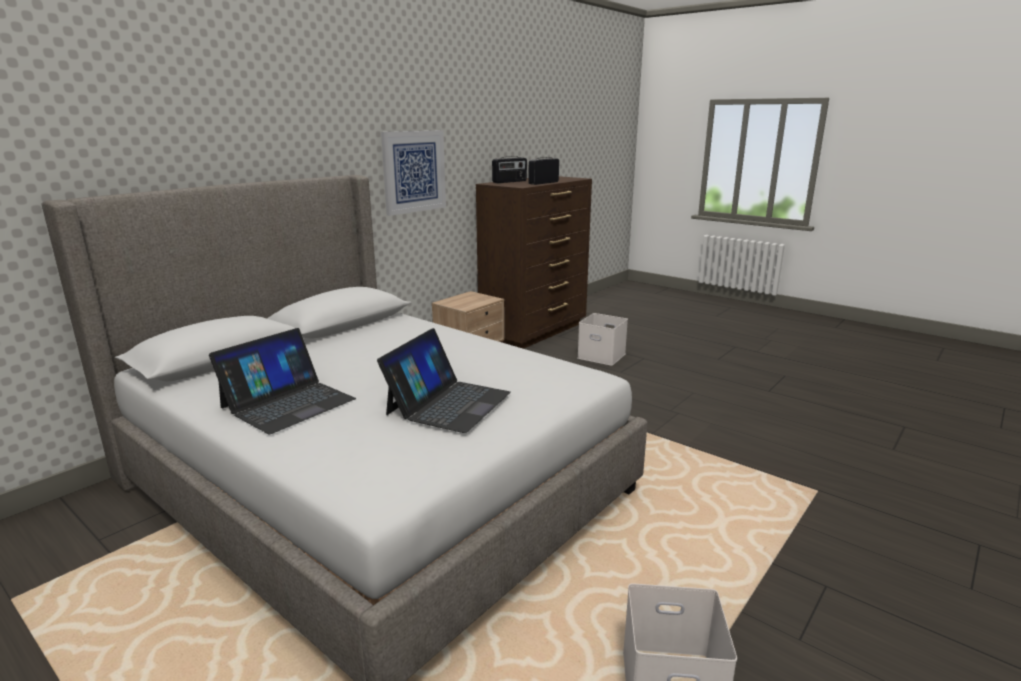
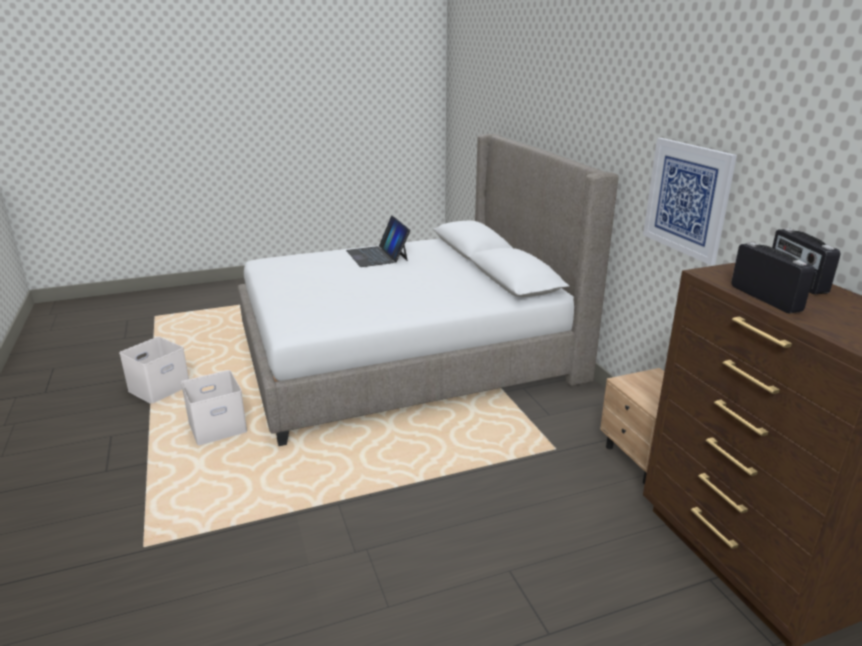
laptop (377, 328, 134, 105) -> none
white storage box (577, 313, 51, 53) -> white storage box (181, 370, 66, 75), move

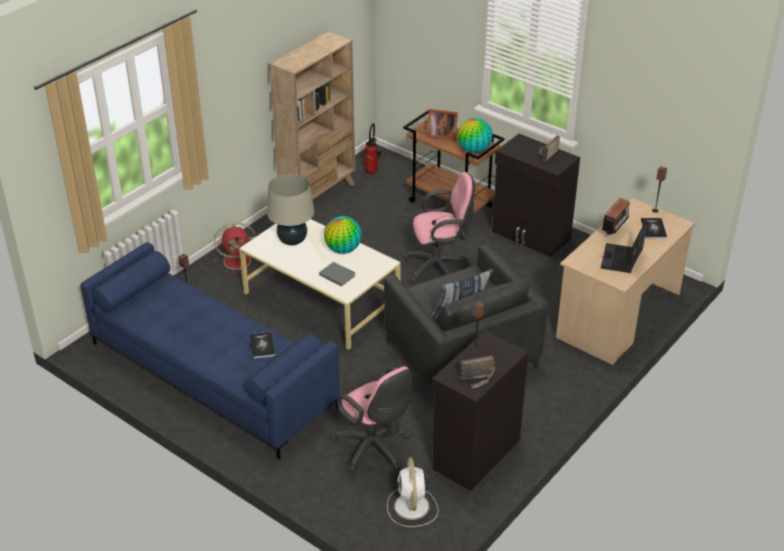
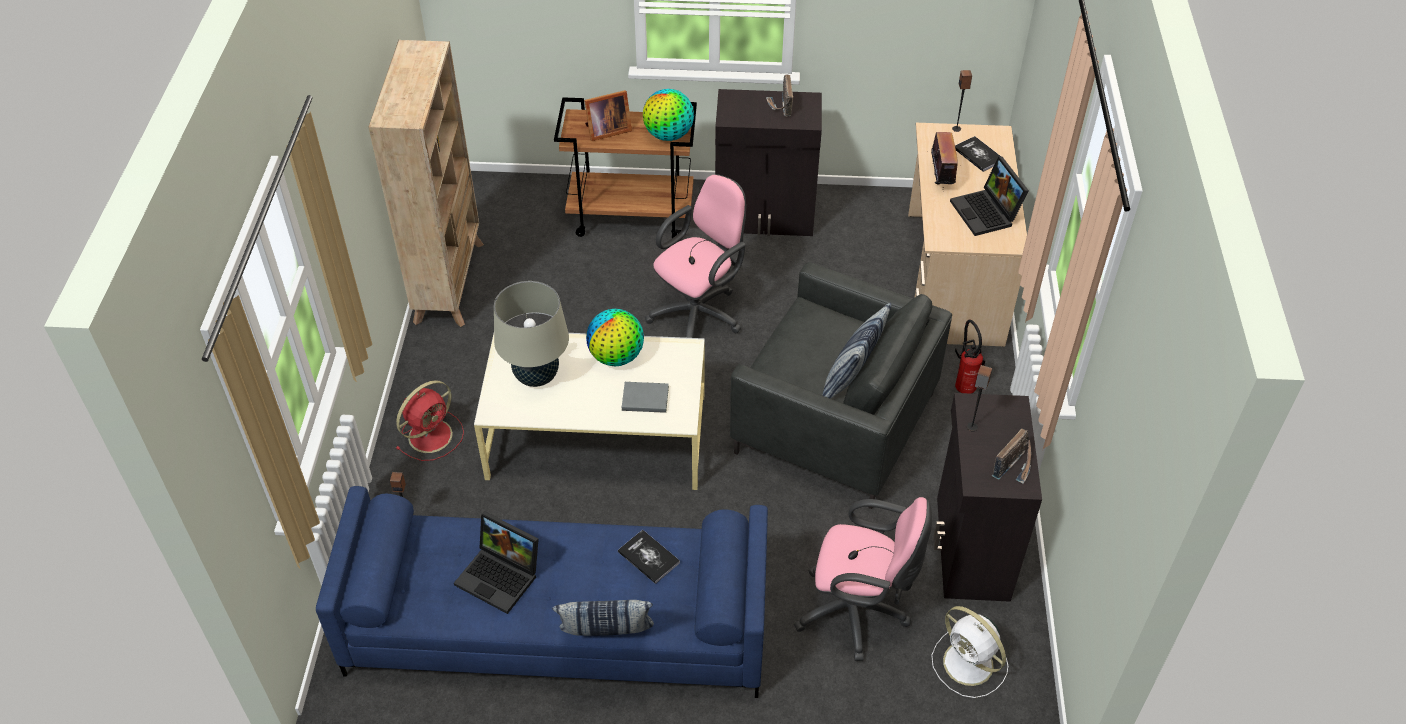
none -> laptop (454, 511, 85, 103)
none -> pillow (552, 600, 102, 36)
fire extinguisher (365, 123, 16, 51) -> fire extinguisher (955, 320, 30, 74), move

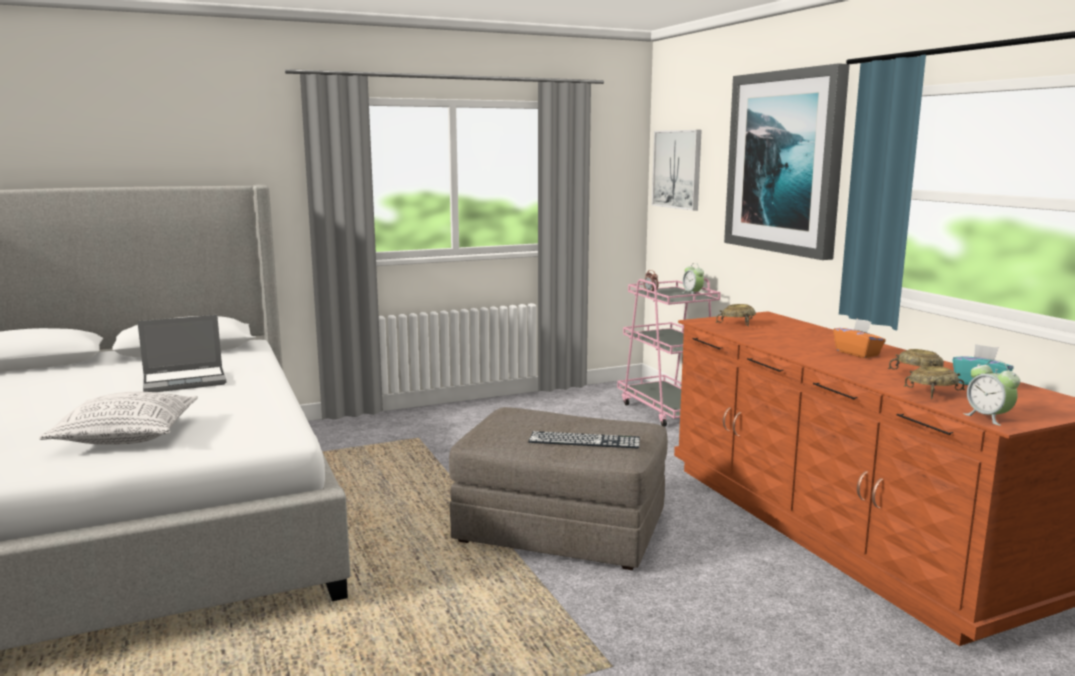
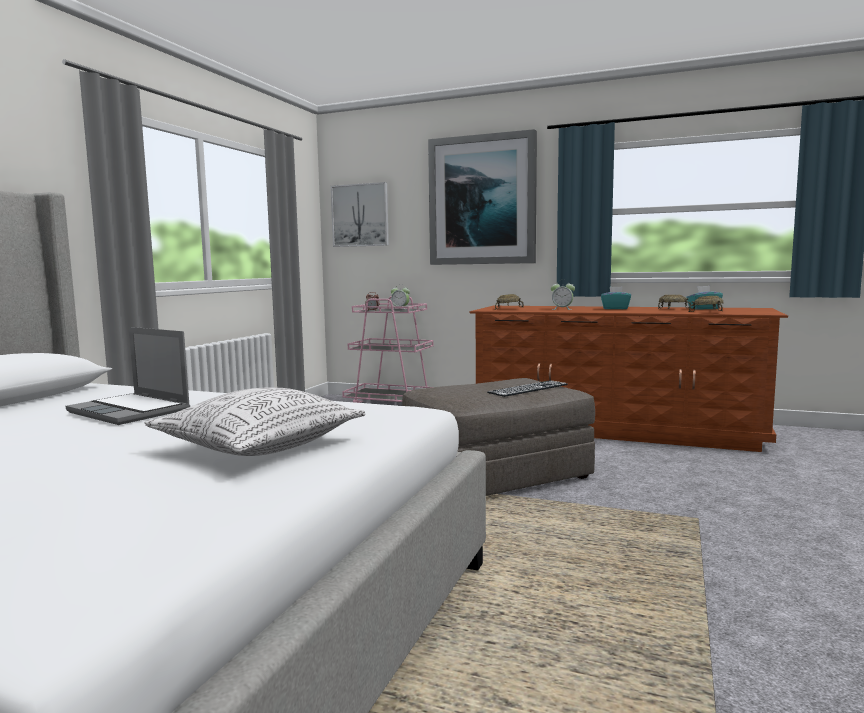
alarm clock (963, 360, 57, 66) -> alarm clock (551, 280, 24, 30), move
orange tissue box (833, 319, 53, 39) -> turquoise tissue box (601, 287, 30, 22)
laptop (137, 315, 89, 77) -> laptop (66, 327, 124, 98), 105 degrees clockwise

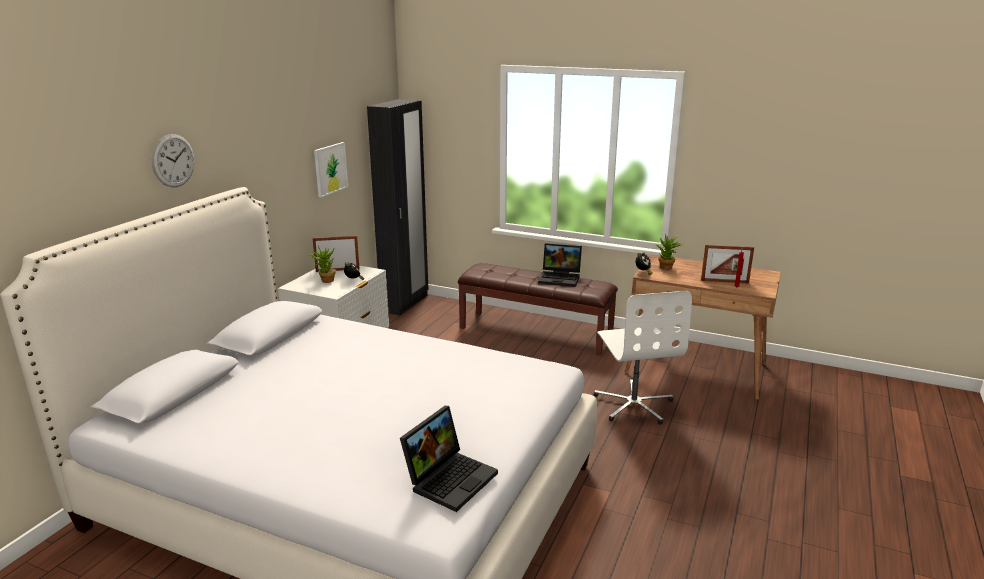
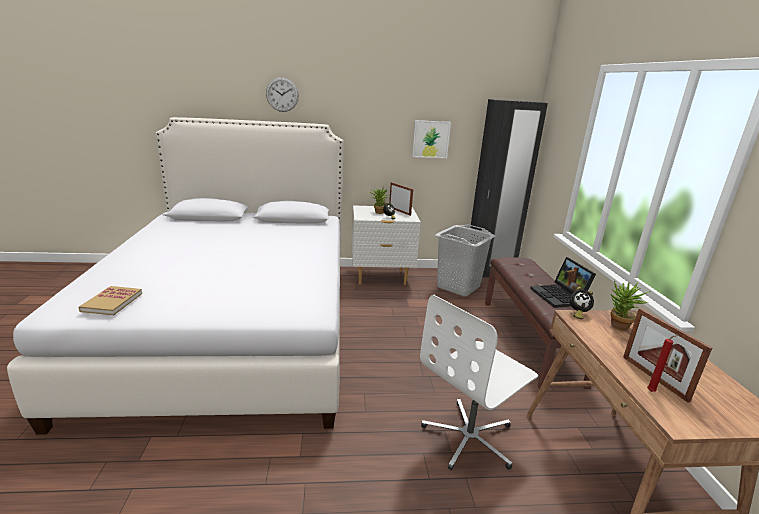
none -> grey laundry basket (435, 224, 60, 72)
laptop (400, 406, 98, 106) -> book (78, 286, 64, 29)

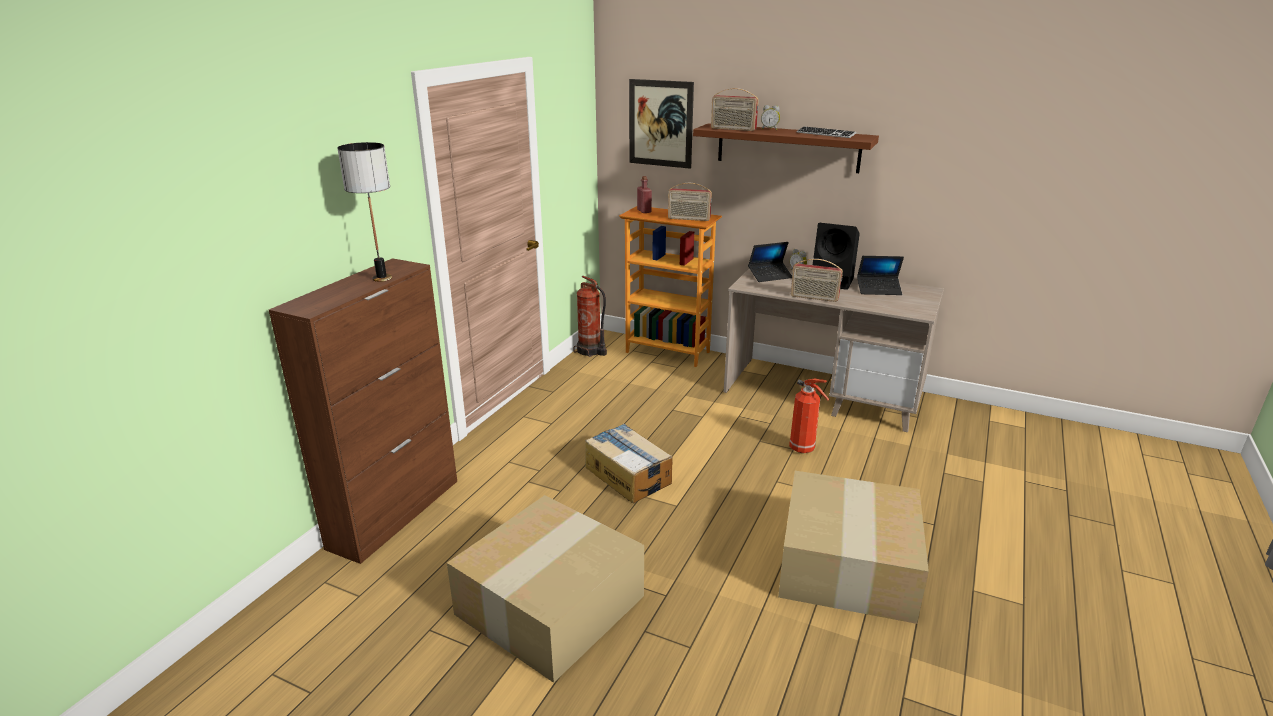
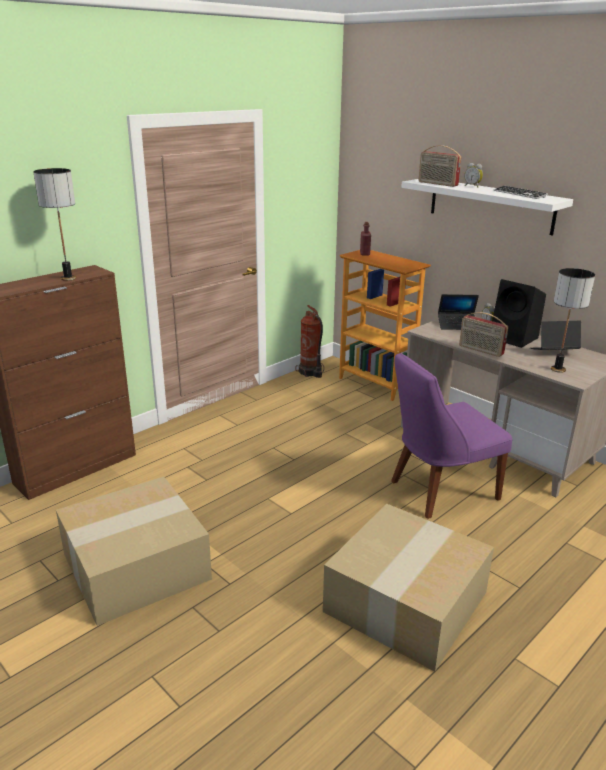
cardboard box (585, 424, 87, 79) -> none
picture (629, 79, 65, 90) -> none
radio (668, 183, 44, 38) -> none
none -> table lamp (551, 268, 44, 105)
fire extinguisher (789, 378, 40, 75) -> purple chair (391, 353, 121, 166)
brown shelf (693, 123, 186, 50) -> white shelf (401, 179, 172, 57)
laptop (857, 256, 47, 39) -> laptop (530, 321, 51, 29), 150 degrees clockwise

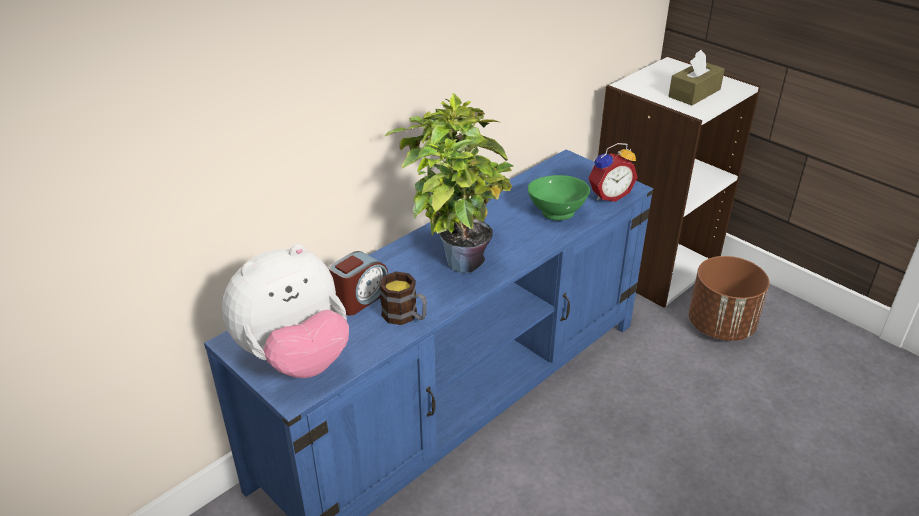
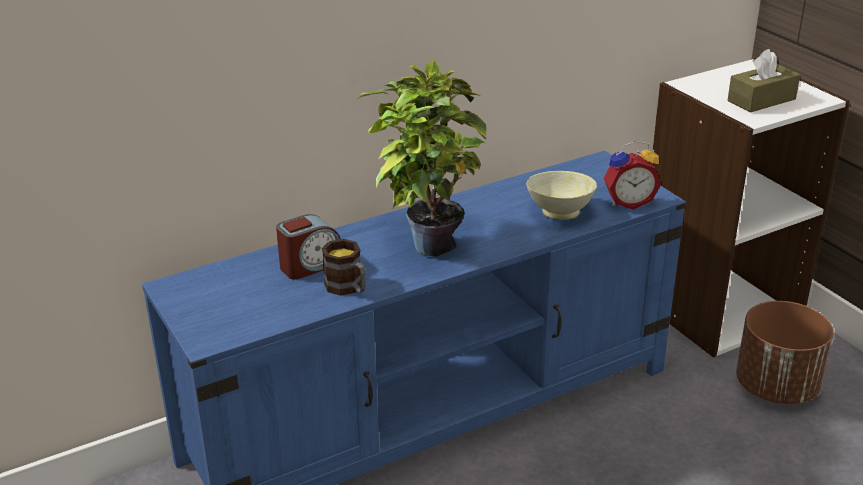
plush toy (222, 244, 127, 134) -> none
green bowl (528, 175, 62, 45) -> beige bowl (526, 171, 71, 49)

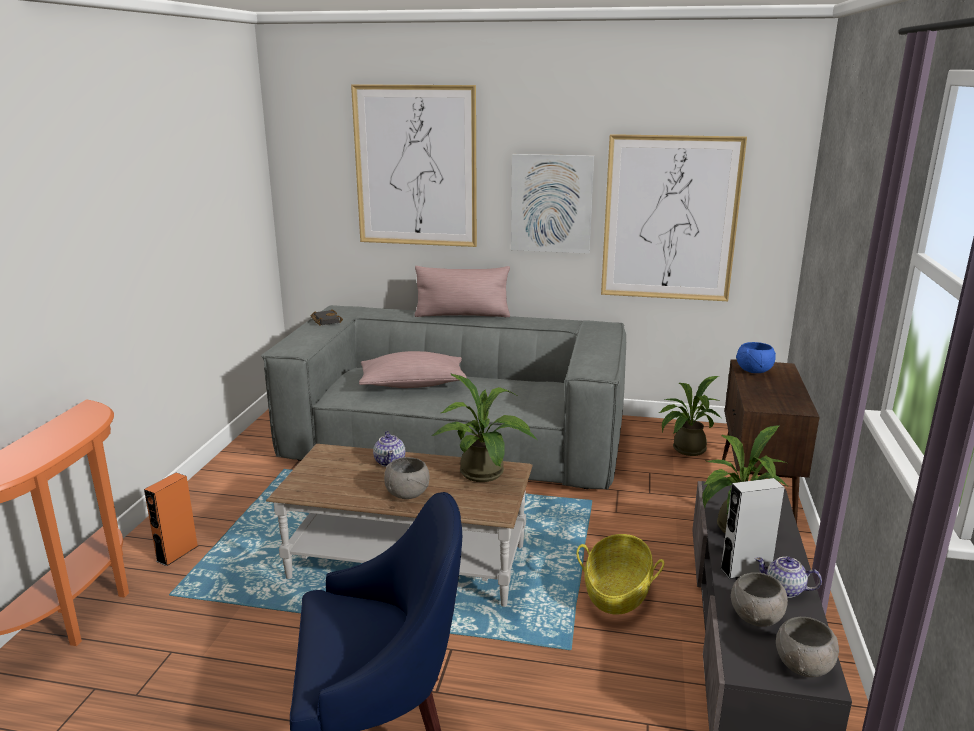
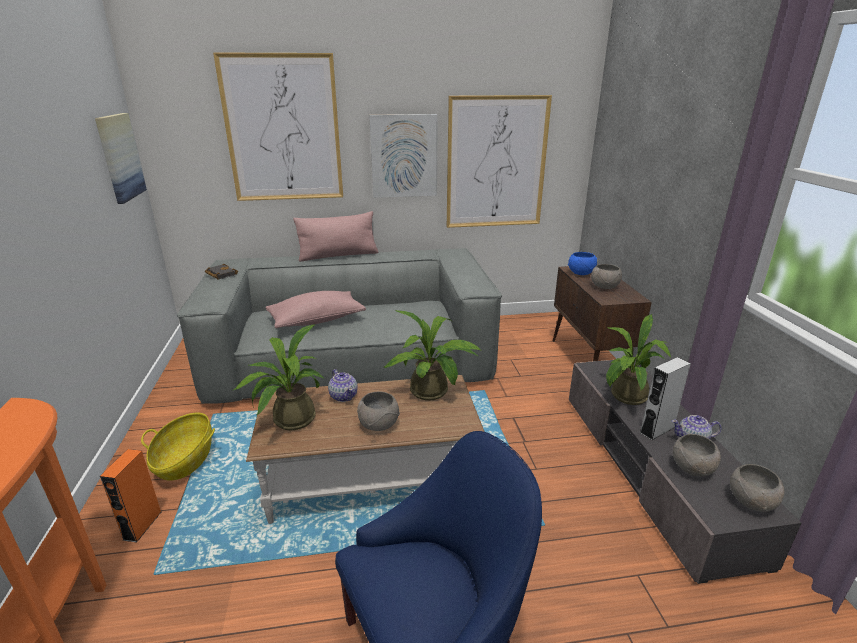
none -> picture (95, 113, 52, 91)
none -> grey bowl (591, 264, 31, 25)
basket (577, 534, 87, 81) -> basket (141, 413, 74, 68), move
potted plant (659, 376, 62, 80) -> potted plant (234, 324, 90, 106), move

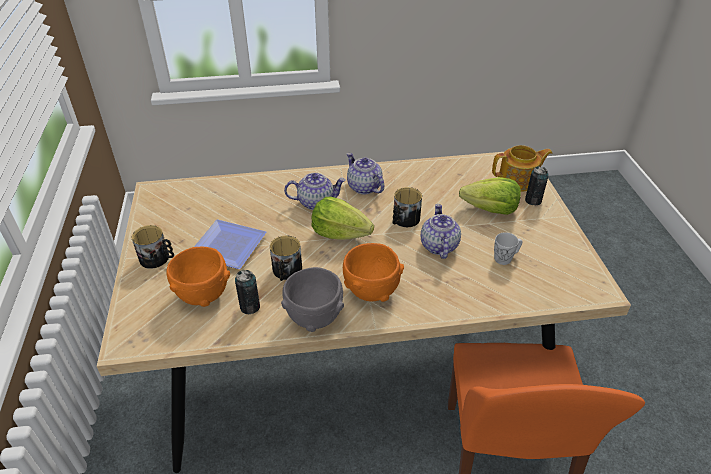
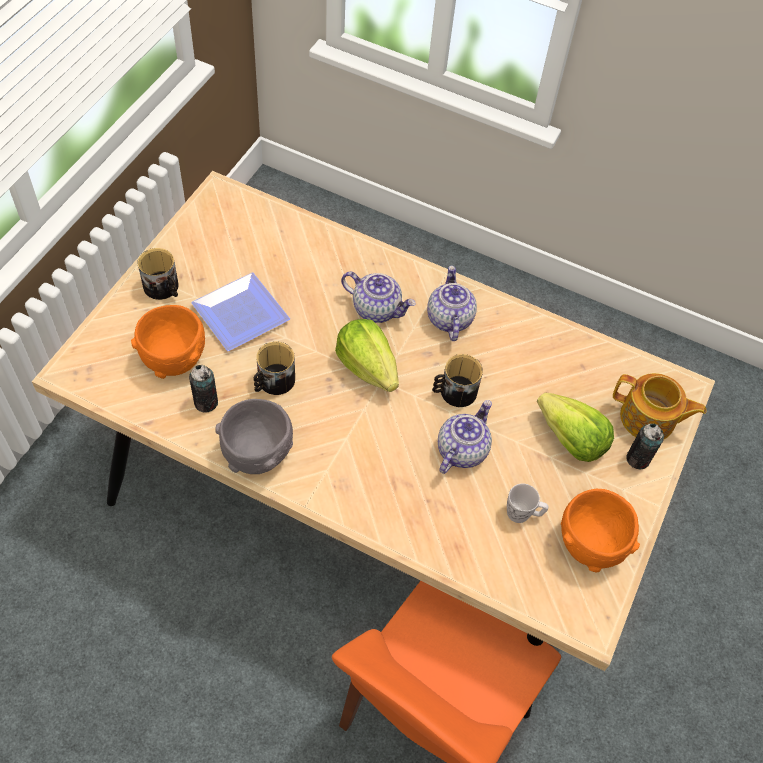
orange bowl (343, 243, 61, 59) -> orange bowl (561, 489, 79, 83), move

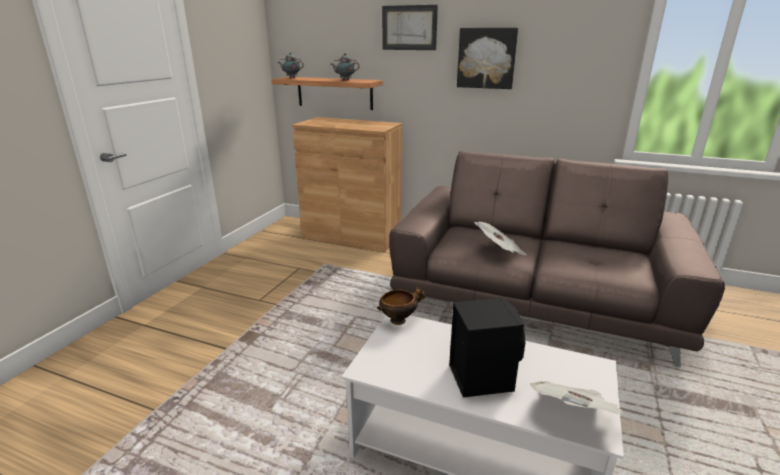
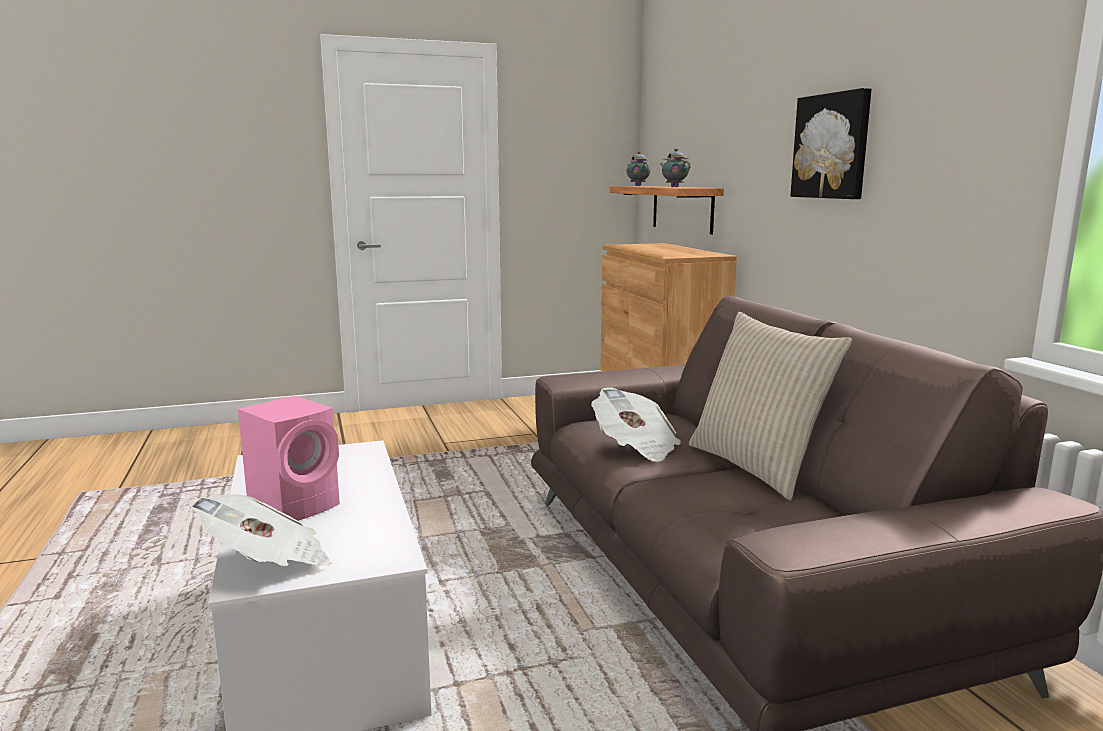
bowl (377, 286, 49, 39) -> none
picture (382, 5, 56, 45) -> none
none -> beige pillow (689, 312, 163, 189)
black speaker (449, 298, 76, 100) -> pink speaker (238, 396, 102, 125)

